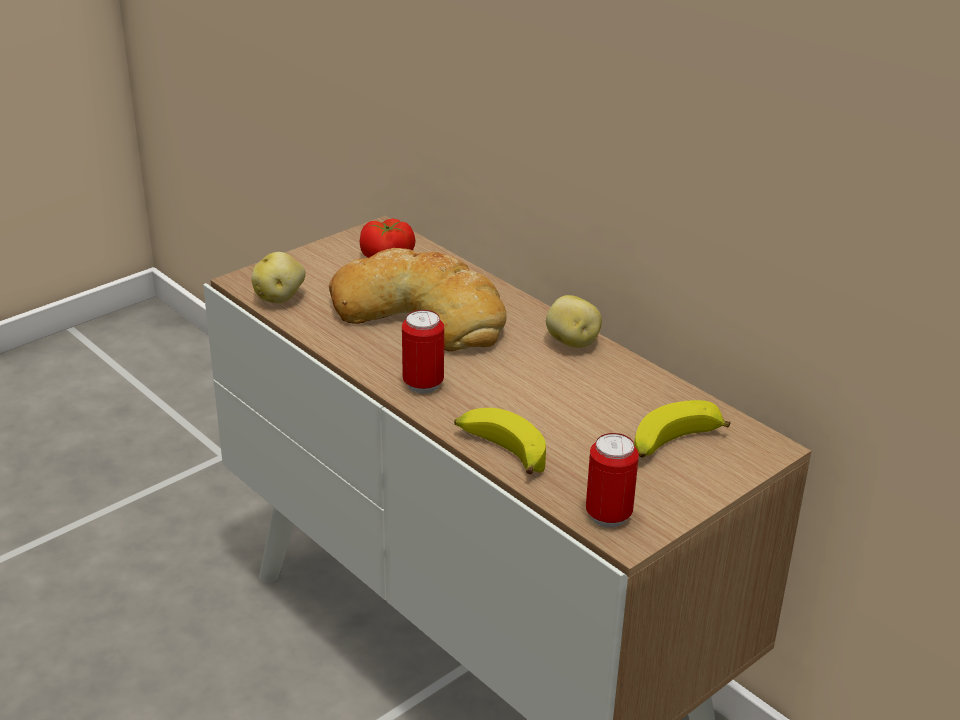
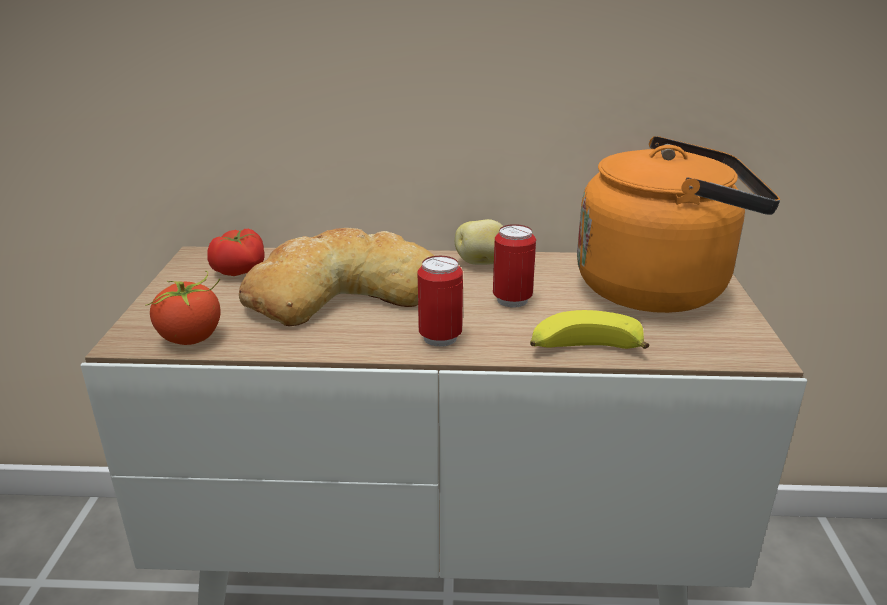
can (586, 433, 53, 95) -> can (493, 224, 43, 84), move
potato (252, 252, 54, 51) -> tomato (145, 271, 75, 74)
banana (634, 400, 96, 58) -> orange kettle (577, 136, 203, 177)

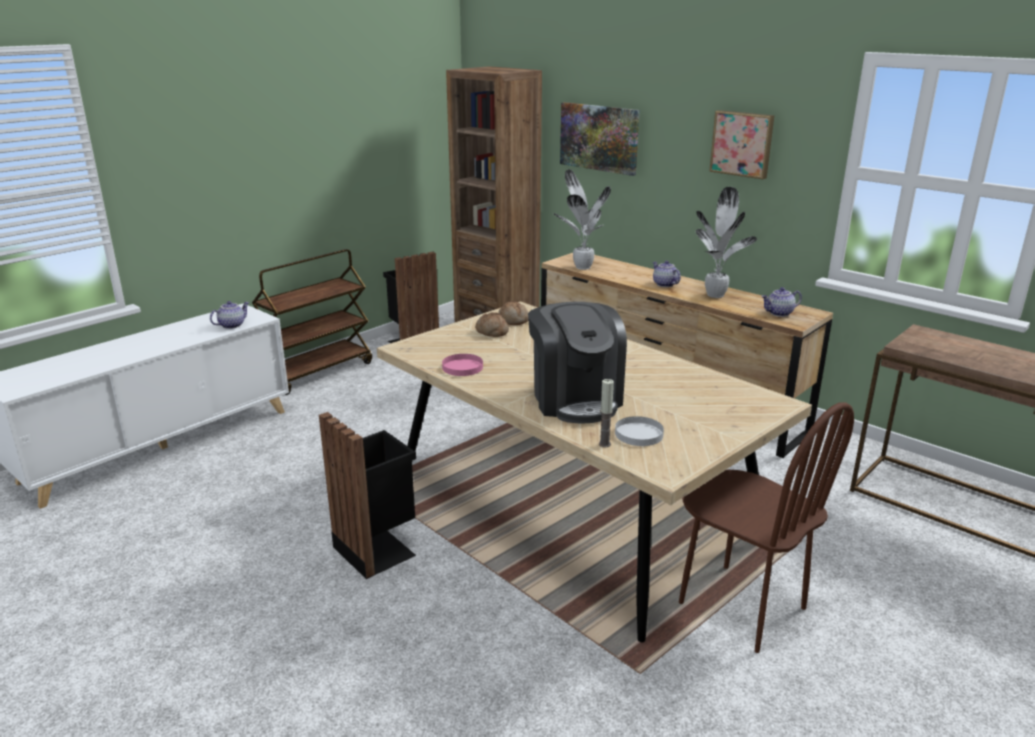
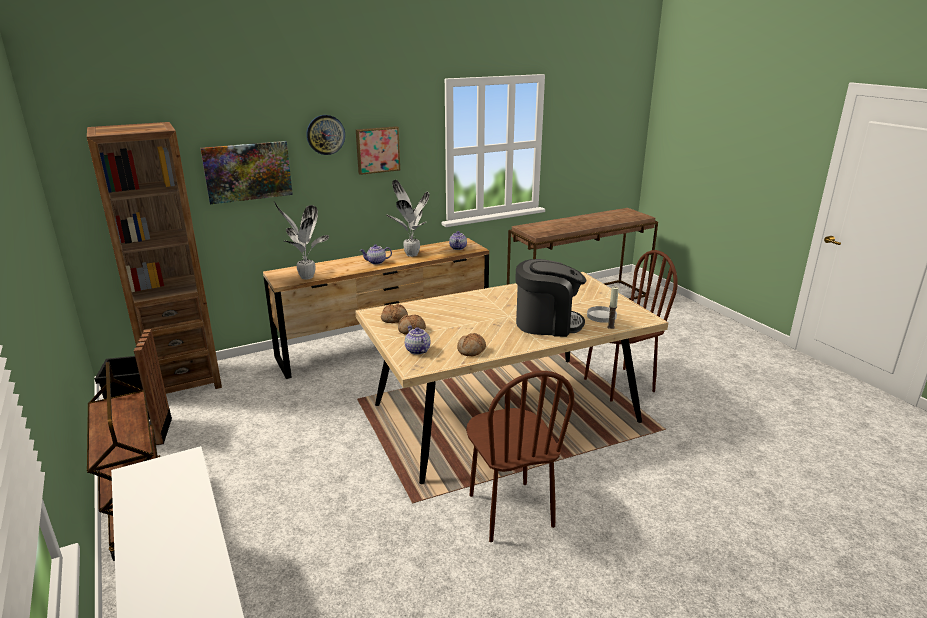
none -> wall clock (306, 115, 39, 40)
teapot (210, 301, 39, 28) -> teapot (405, 325, 25, 30), move
black trash can (319, 412, 97, 167) -> brown chair (466, 371, 108, 171)
pink plate (442, 354, 41, 22) -> bread (457, 333, 29, 23)

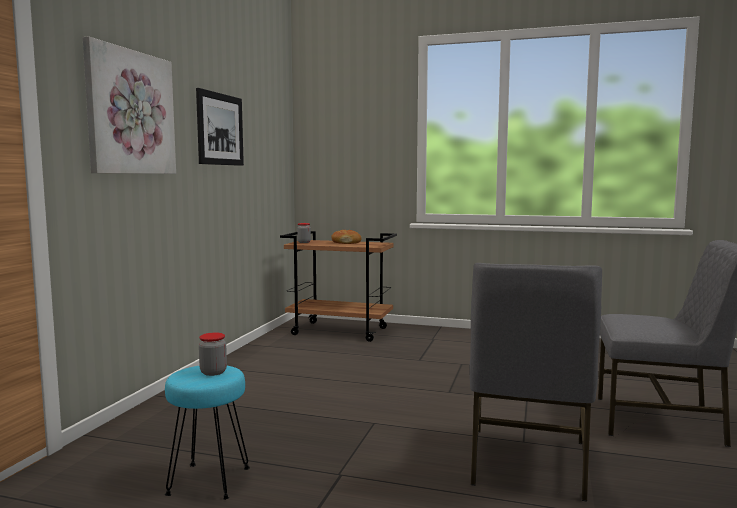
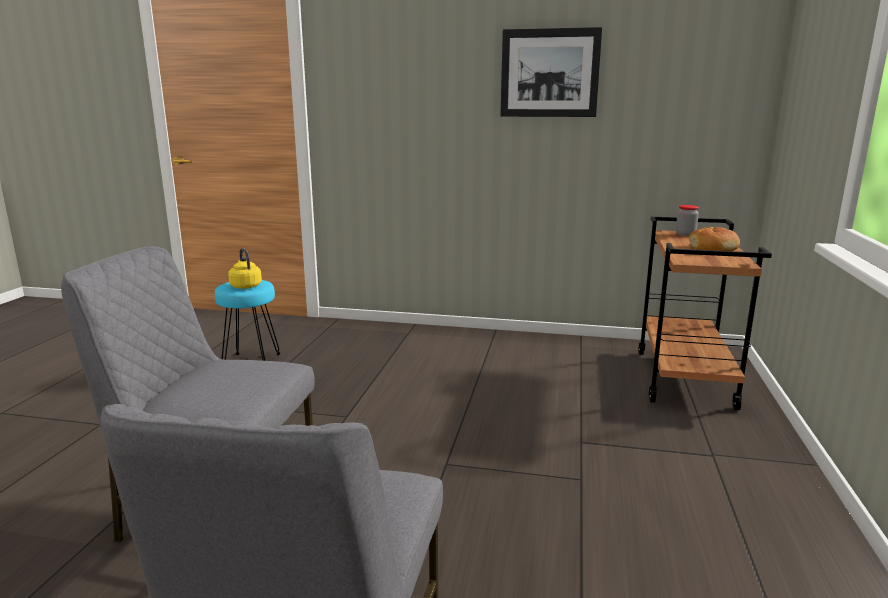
picture (83, 36, 93, 138) -> none
jar (199, 333, 28, 43) -> yellow kettle (228, 248, 34, 41)

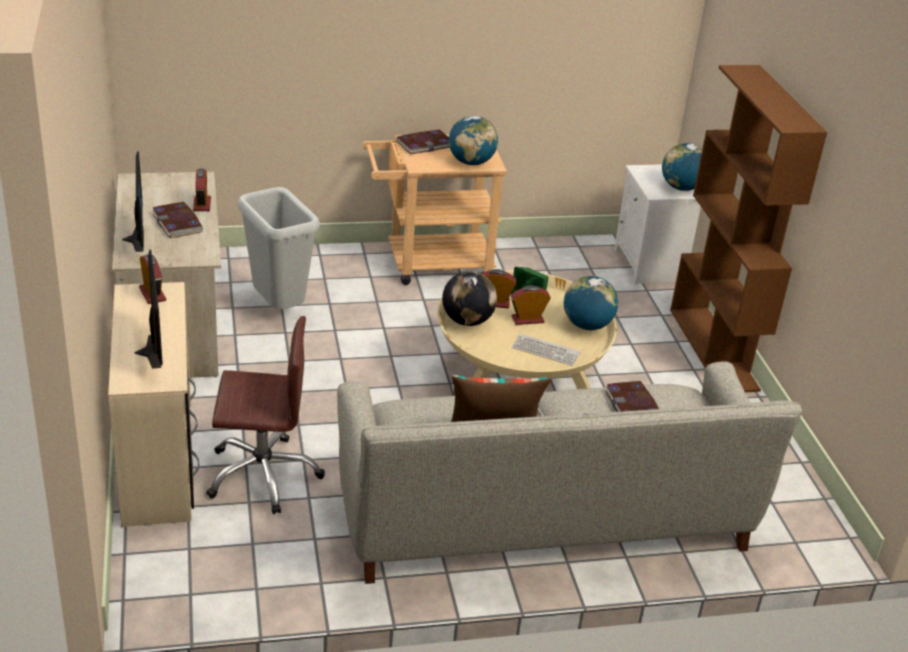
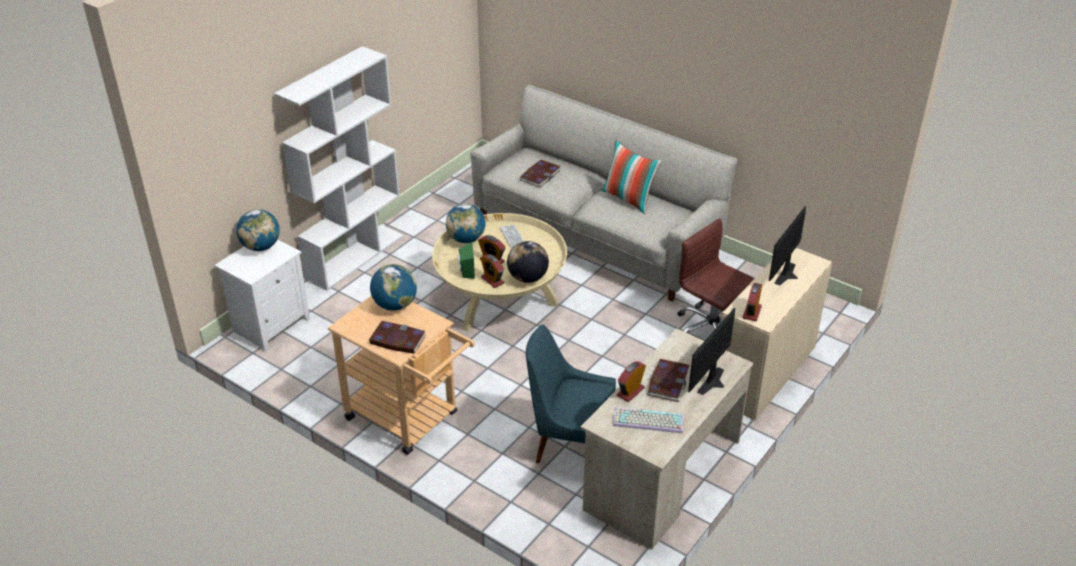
none -> keyboard (613, 407, 71, 26)
grey trash can (238, 187, 82, 122) -> blue chair (526, 324, 90, 139)
brown bookcase (670, 65, 157, 328) -> white bookcase (274, 46, 130, 245)

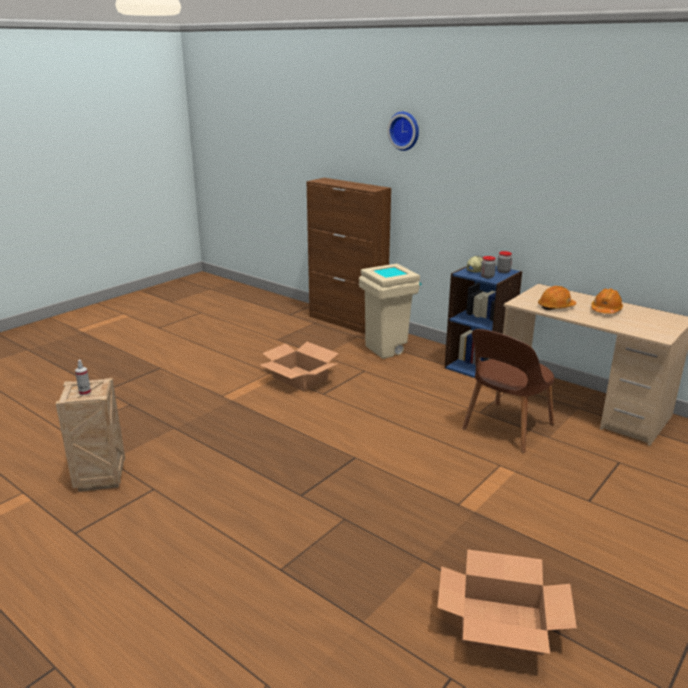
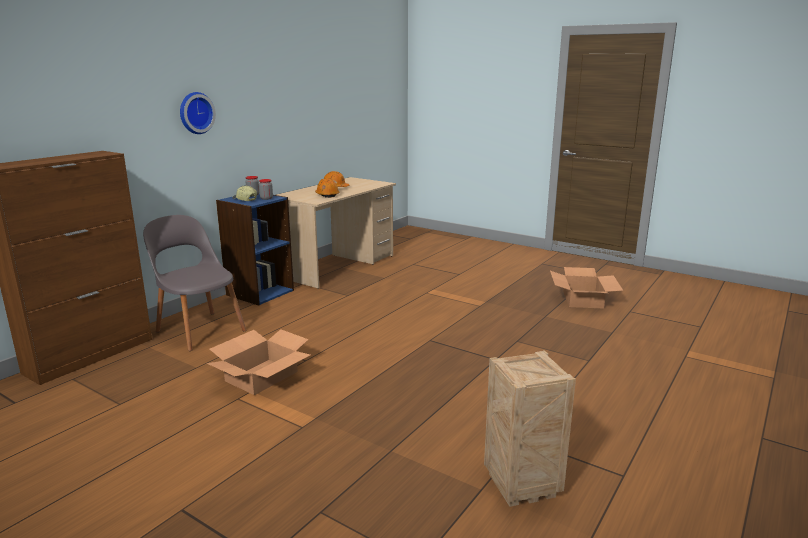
spray bottle (75, 360, 16, 35) -> none
brown chair (462, 329, 92, 124) -> none
wall clock (387, 112, 32, 39) -> wall clock (180, 92, 36, 42), move
beige trash can (359, 263, 63, 96) -> grey chair (143, 215, 103, 136)

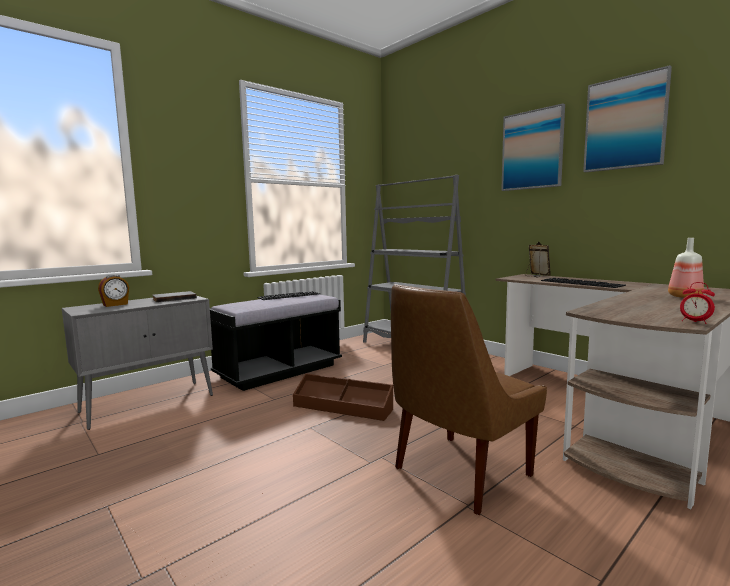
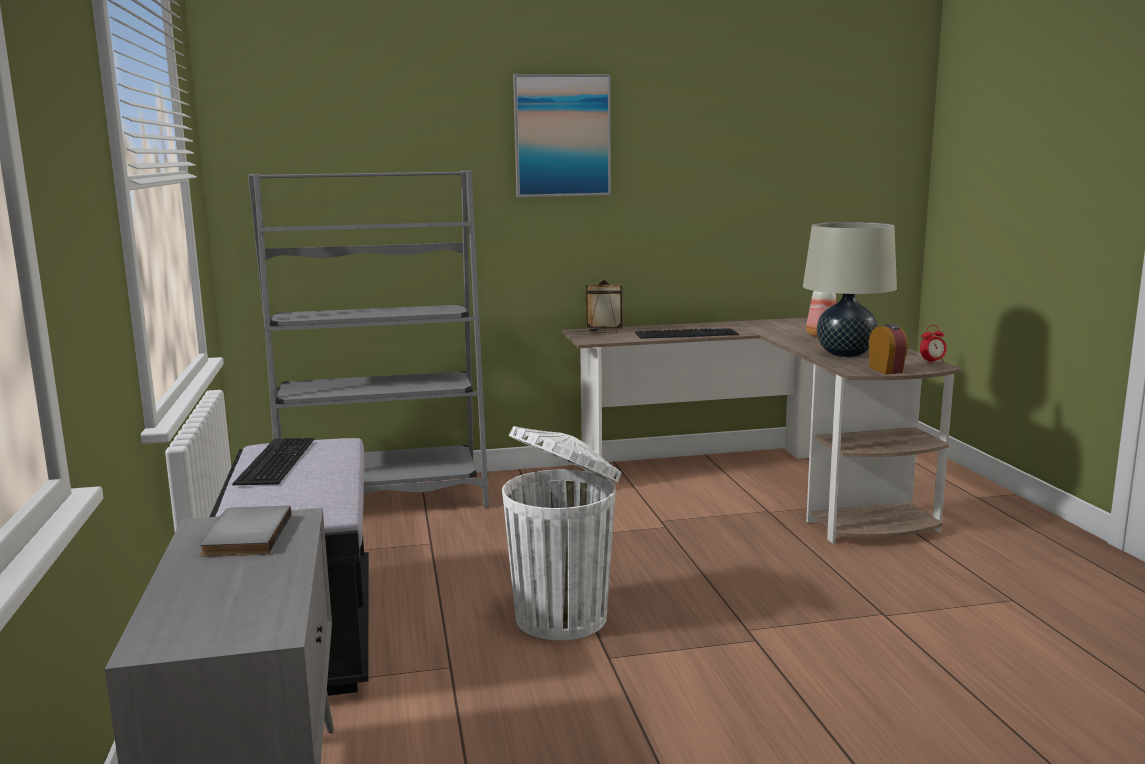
brown chair (391, 284, 156, 231) -> none
picture (583, 65, 89, 107) -> none
none -> beige table lamp (803, 222, 94, 135)
alarm clock (98, 275, 31, 32) -> alarm clock (869, 324, 39, 50), move
brown storage box (293, 374, 100, 47) -> white trash can (502, 426, 120, 215)

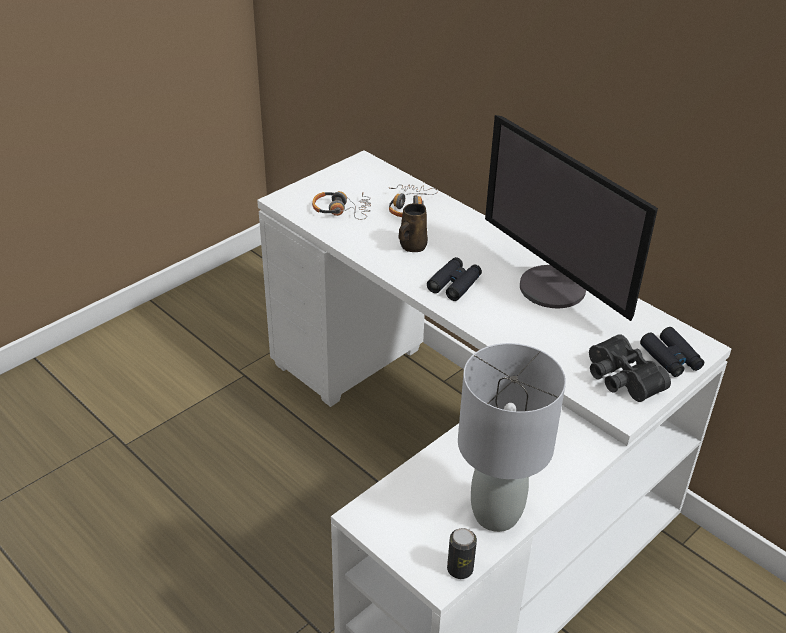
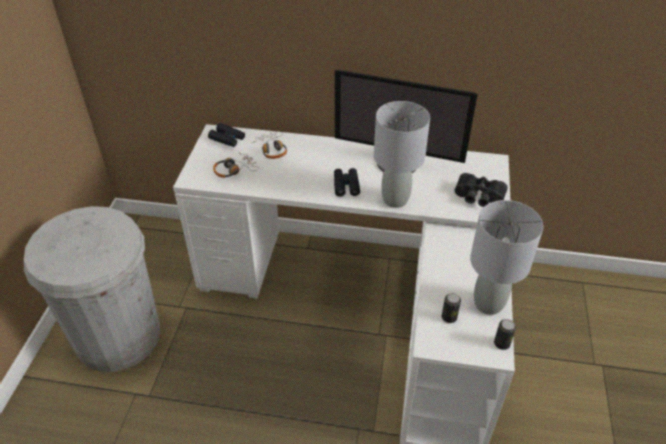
brown mug (398, 203, 30, 49) -> none
none -> white trash can (24, 206, 136, 166)
none -> grey table lamp (374, 101, 56, 107)
none -> can (442, 293, 19, 30)
black binoculars (640, 327, 64, 50) -> black binoculars (208, 123, 37, 24), move

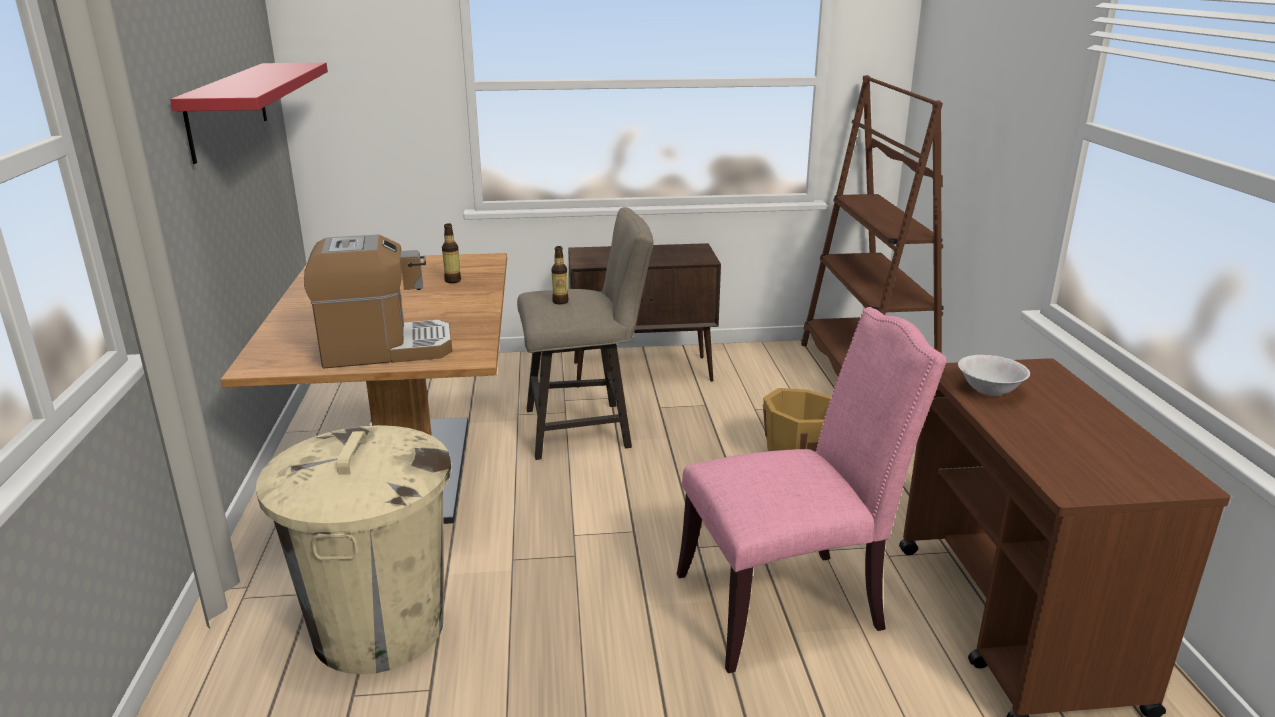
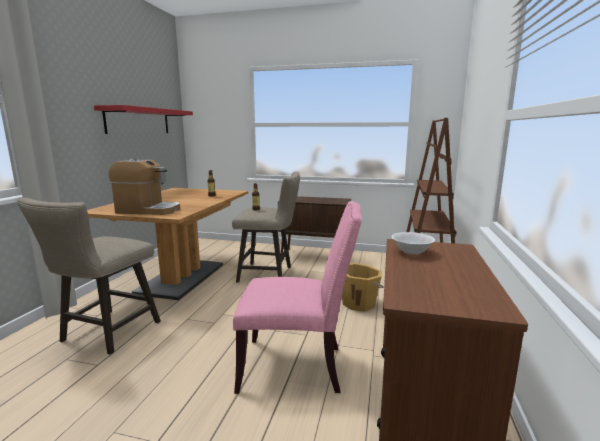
beige trash can (256, 425, 195, 249) -> beige stool (17, 198, 144, 157)

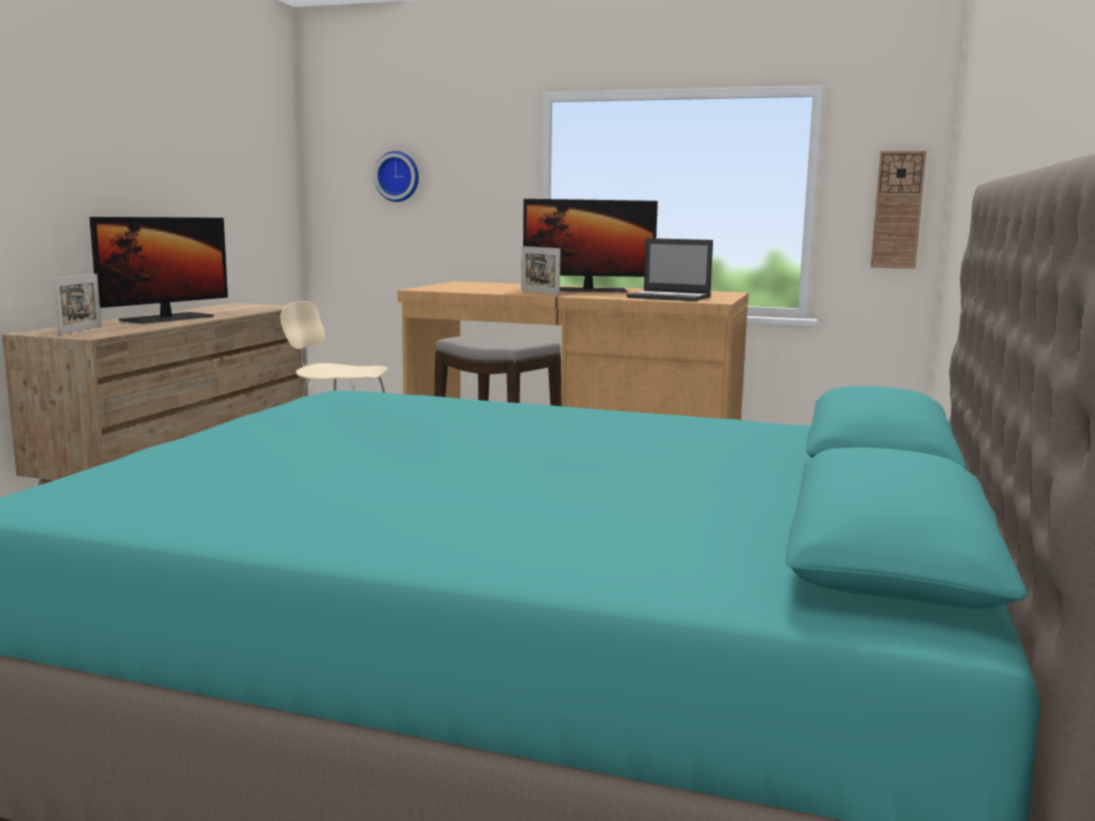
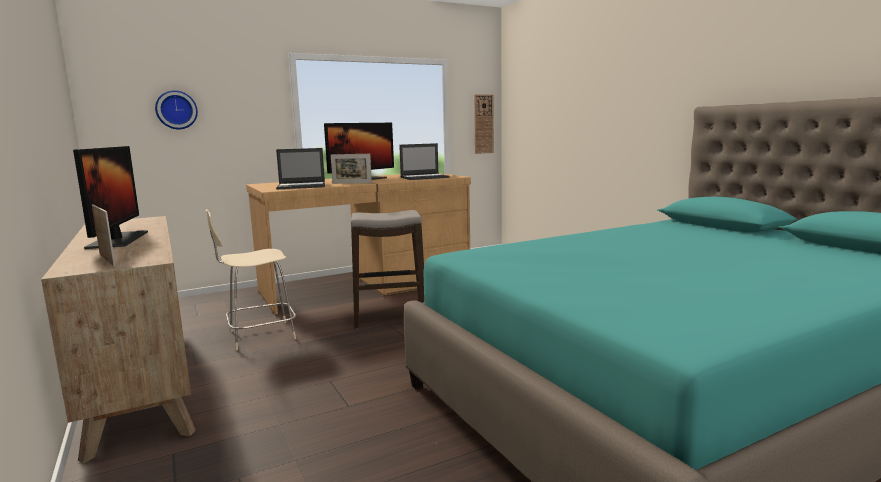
none -> laptop (276, 148, 49, 41)

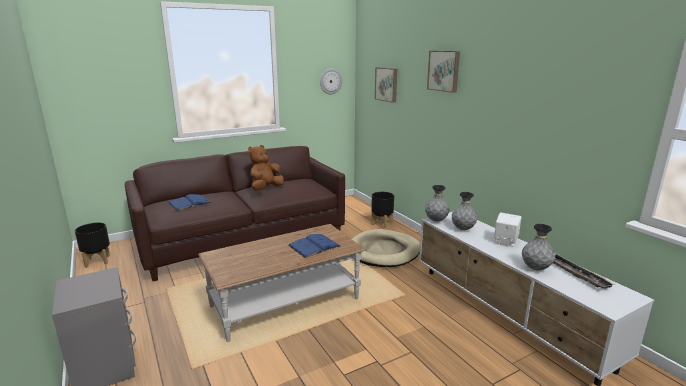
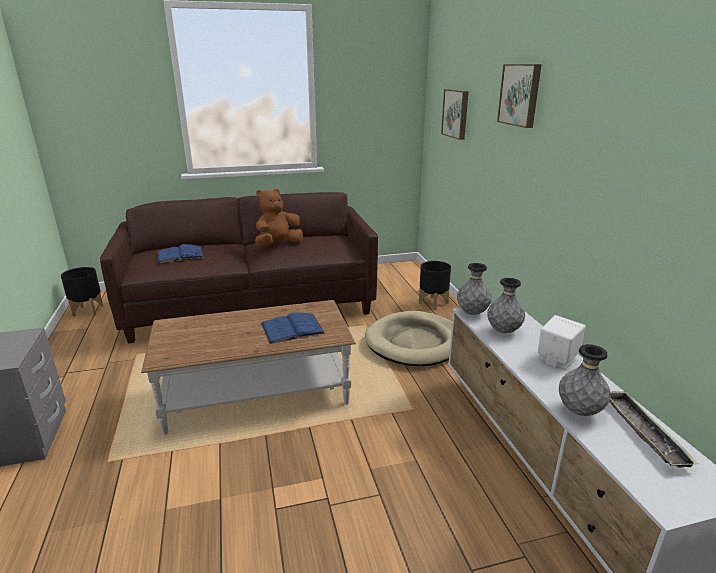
wall clock (320, 69, 22, 25) -> none

